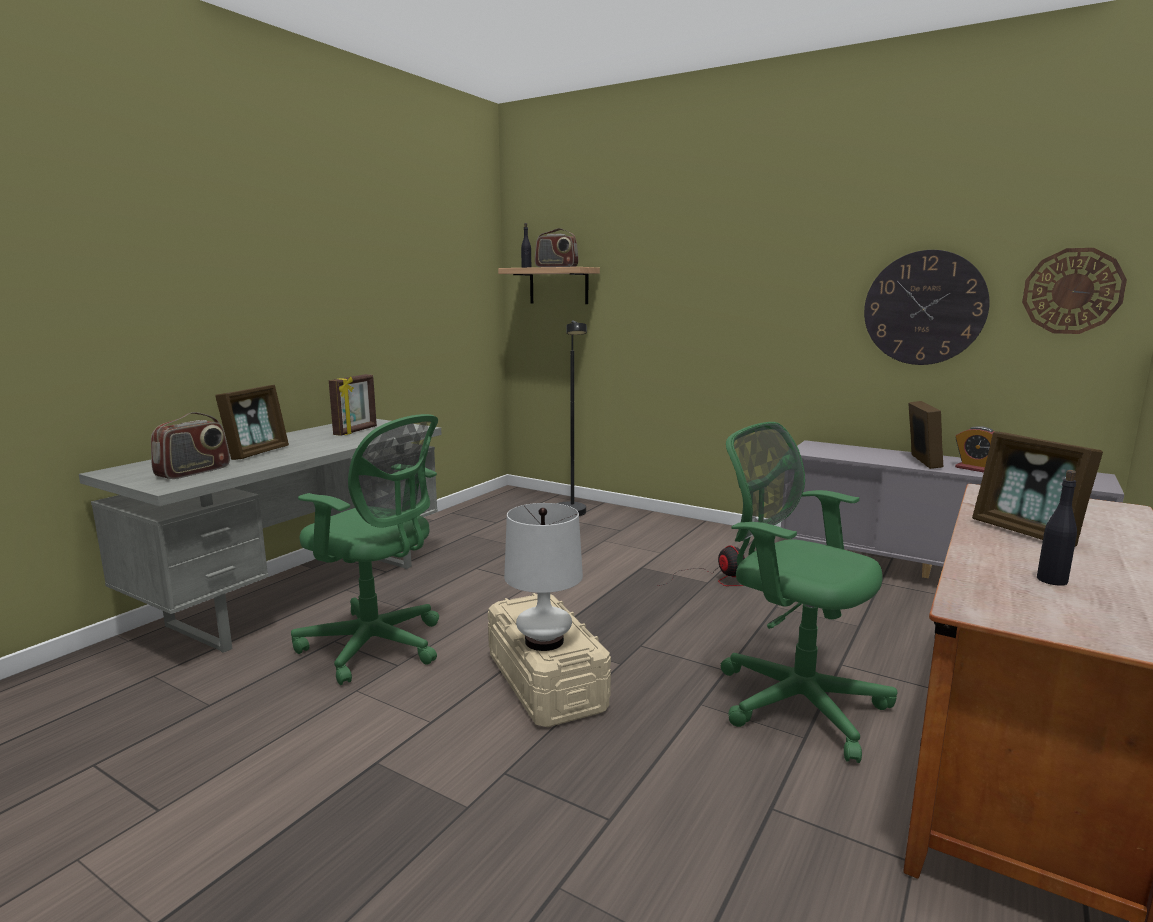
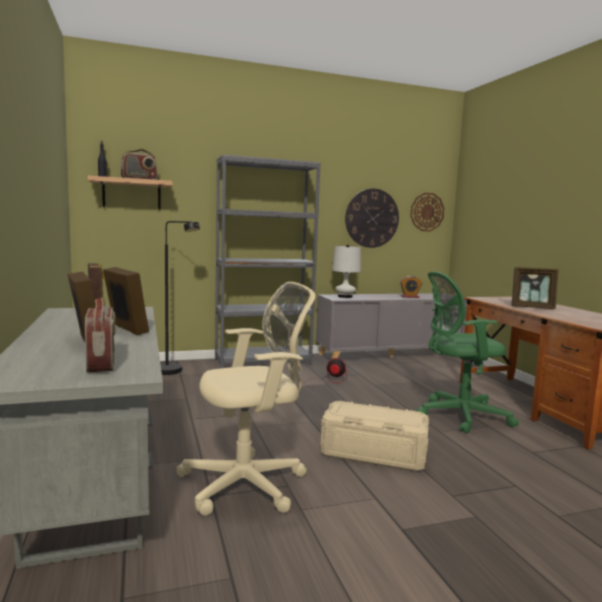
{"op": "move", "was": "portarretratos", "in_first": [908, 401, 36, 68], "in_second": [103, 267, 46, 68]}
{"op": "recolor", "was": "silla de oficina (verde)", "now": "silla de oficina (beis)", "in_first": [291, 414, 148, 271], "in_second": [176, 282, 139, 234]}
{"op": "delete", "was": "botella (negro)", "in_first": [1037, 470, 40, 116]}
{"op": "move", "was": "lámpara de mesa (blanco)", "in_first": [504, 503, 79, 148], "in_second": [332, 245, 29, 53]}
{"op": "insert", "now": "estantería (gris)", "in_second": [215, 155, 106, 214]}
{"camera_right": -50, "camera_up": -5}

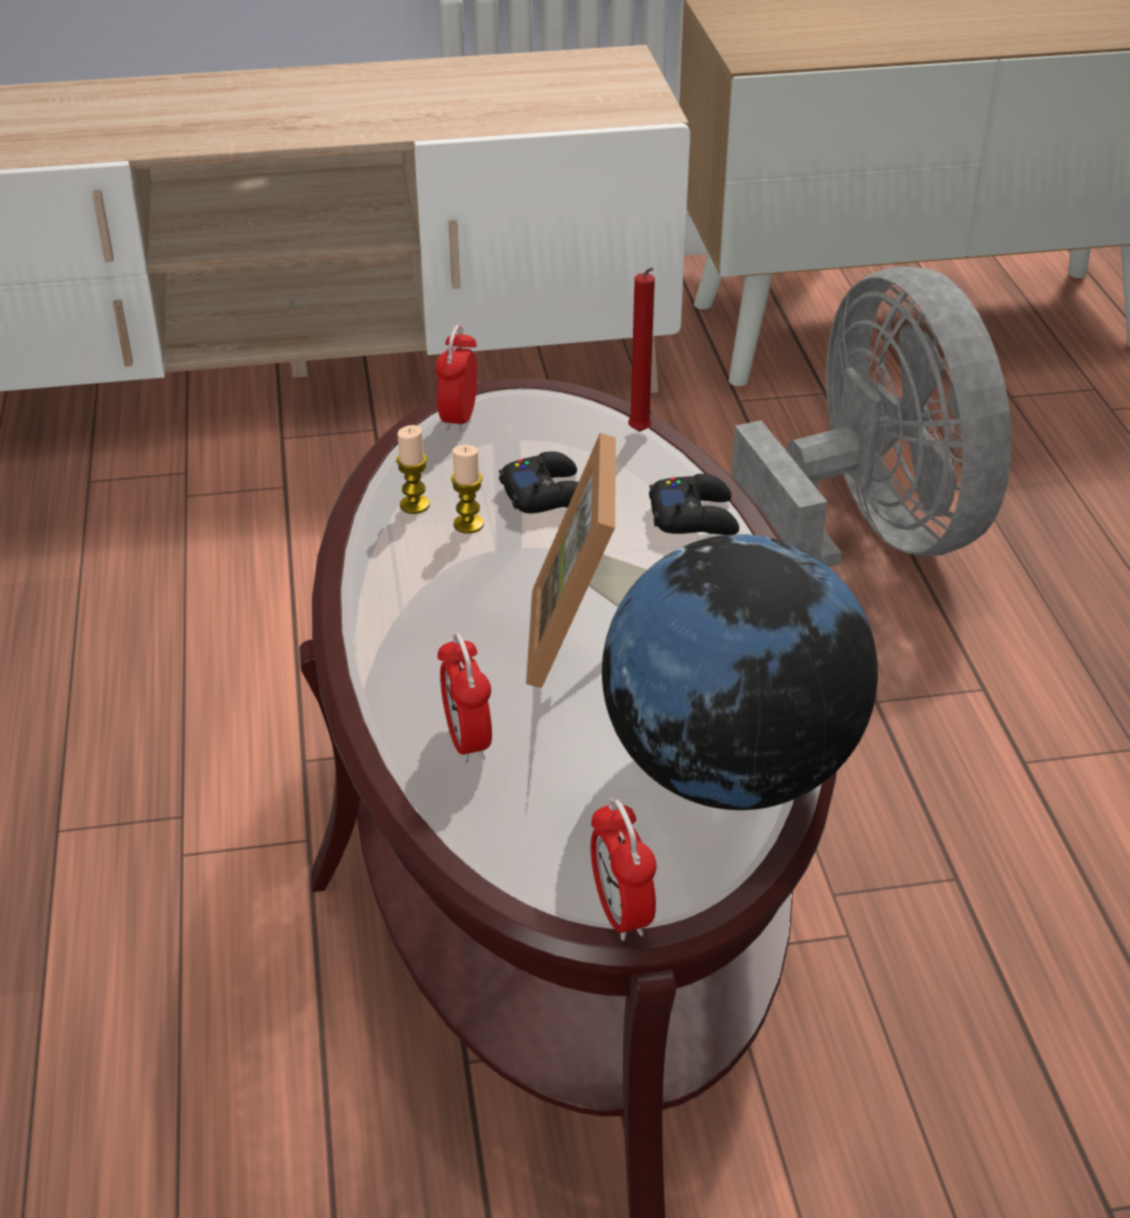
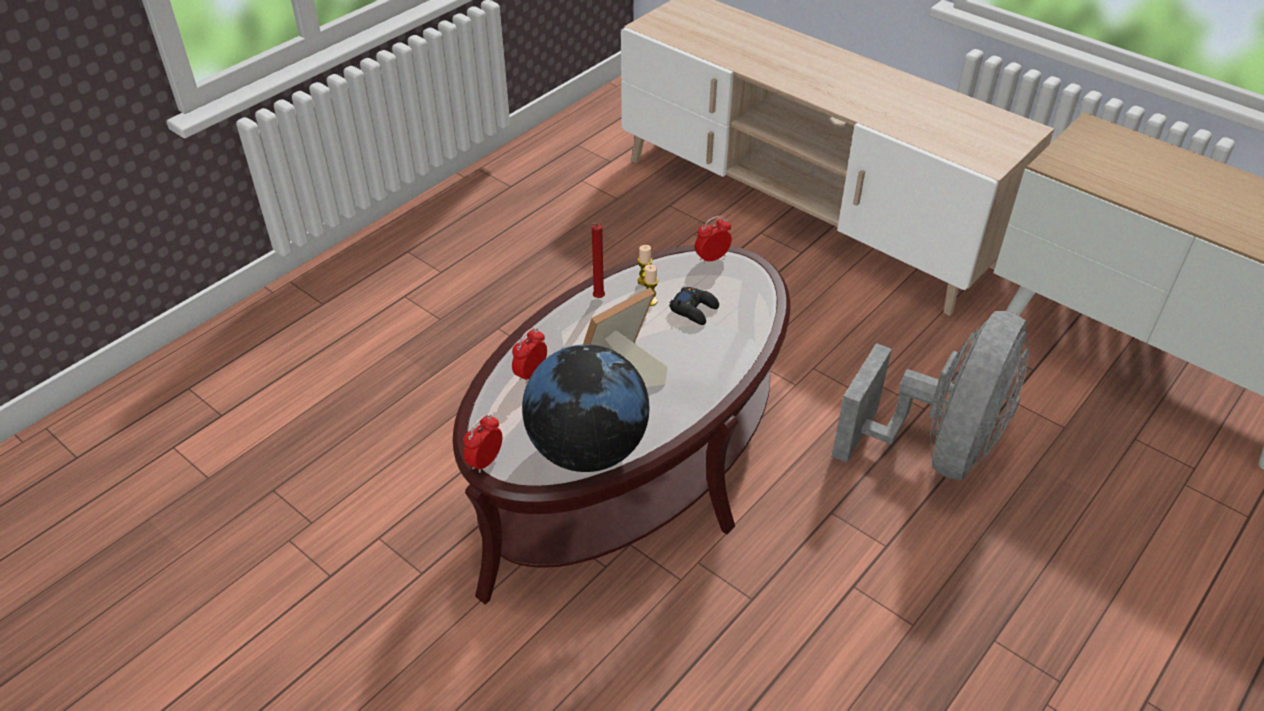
{"op": "move", "was": "vela (rojo)", "in_first": [628, 268, 27, 164], "in_second": [591, 223, 14, 75]}
{"op": "delete", "was": "mando de consola (negro)", "in_first": [649, 474, 90, 61]}
{"camera_right": 50, "camera_up": 5}

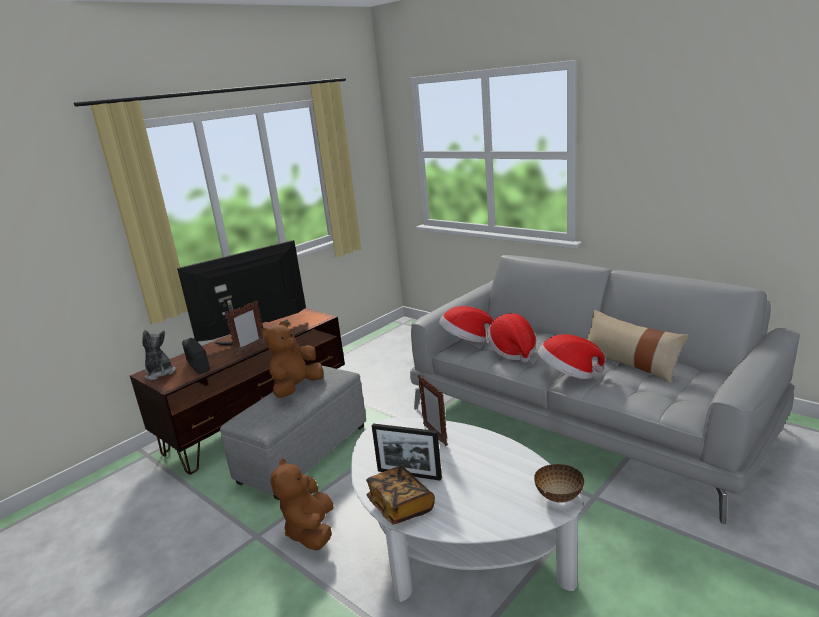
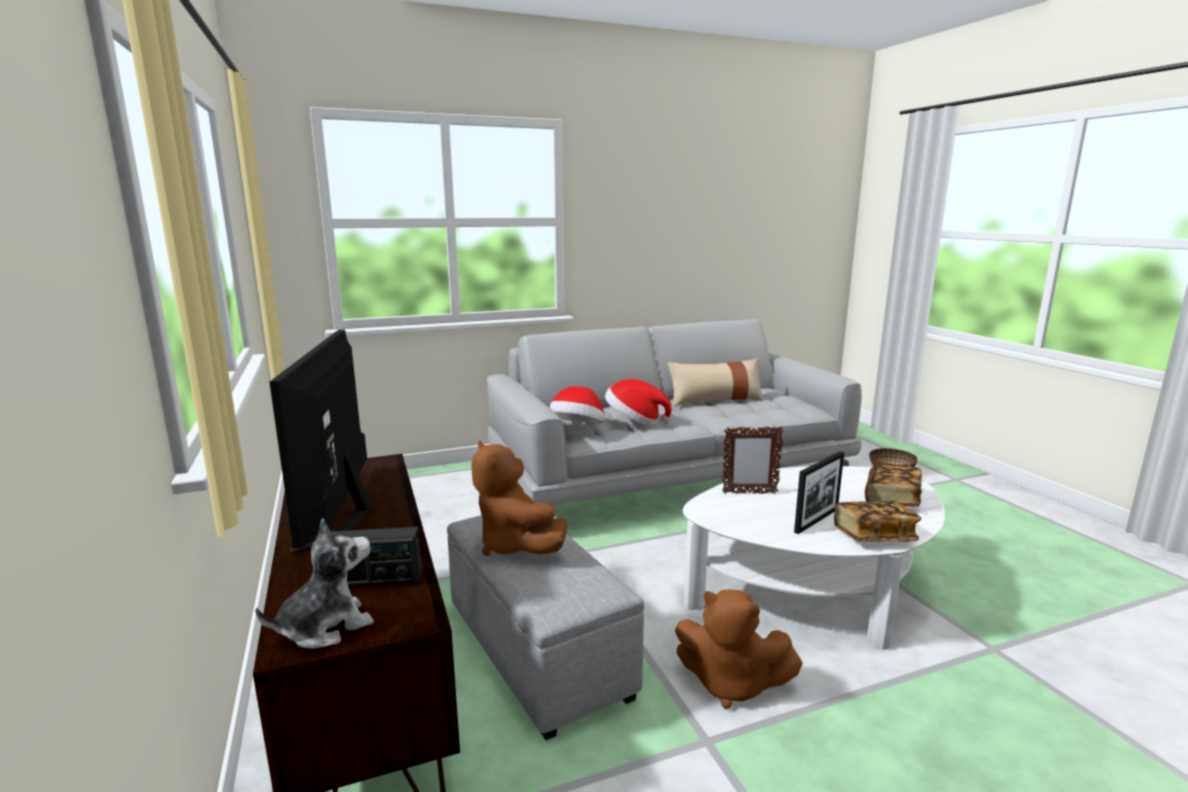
{"op": "delete", "was": "portarretratos", "in_first": [225, 300, 41, 57]}
{"op": "rotate", "was": "peluche", "in_first": [142, 330, 34, 50], "in_second": [255, 518, 119, 131], "clockwise": 150}
{"op": "delete", "was": "sombrero", "in_first": [538, 334, 67, 45]}
{"op": "insert", "now": "libro", "in_second": [865, 465, 57, 41]}
{"camera_right": -65, "camera_up": -5}

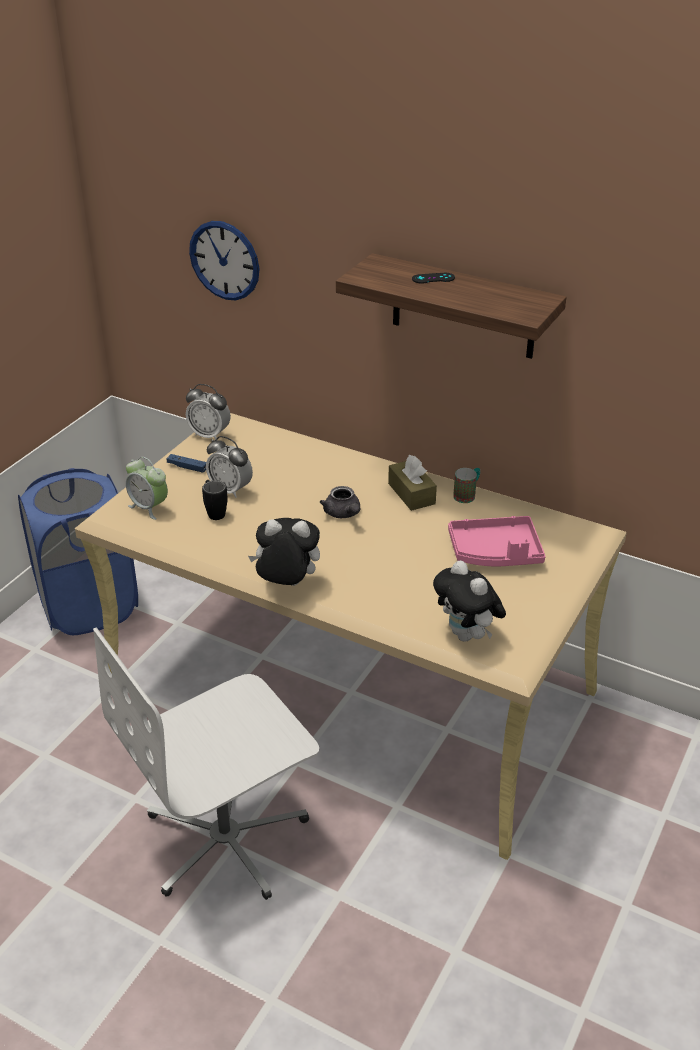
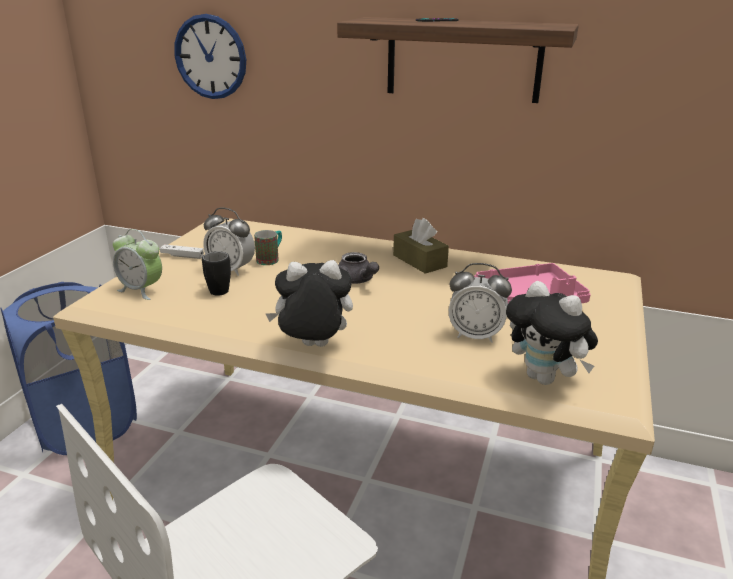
{"op": "move", "was": "despertador", "in_first": [186, 384, 45, 56], "in_second": [449, 263, 63, 80]}
{"op": "recolor", "was": "mando de consola (azul)", "now": "mando de consola (blanco)", "in_first": [167, 454, 39, 19], "in_second": [160, 244, 44, 15]}
{"op": "move", "was": "taza grande", "in_first": [453, 468, 27, 35], "in_second": [254, 230, 28, 35]}
{"camera_right": -10, "camera_up": -10}

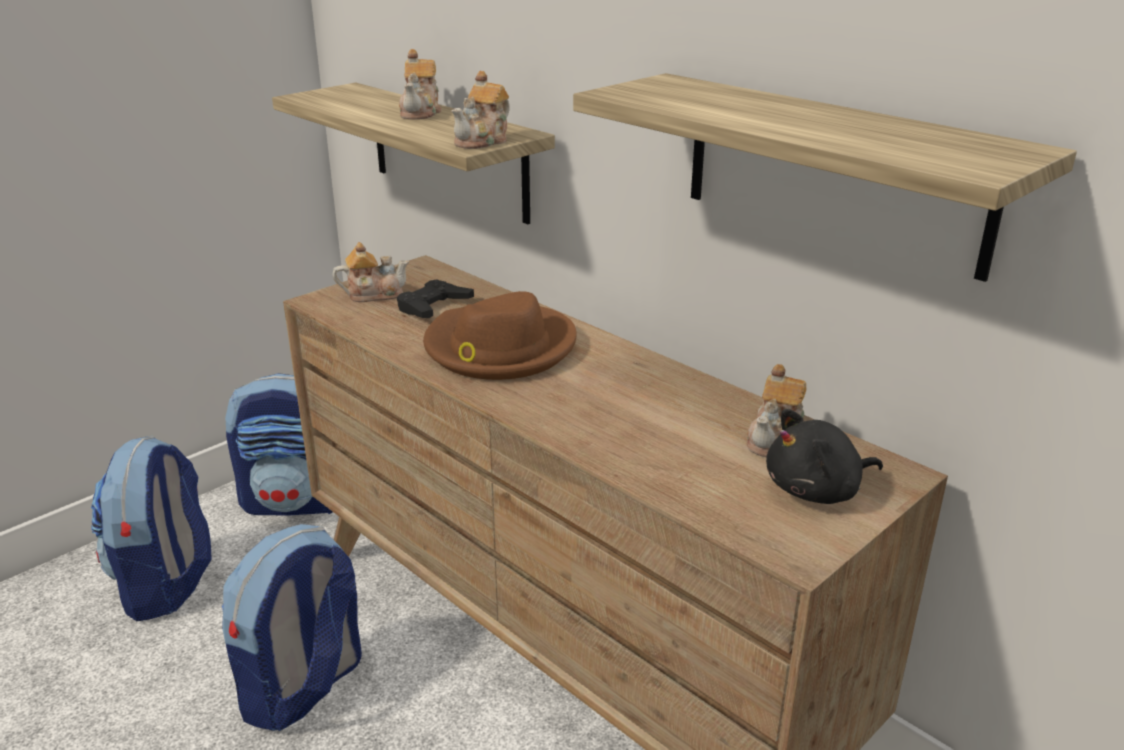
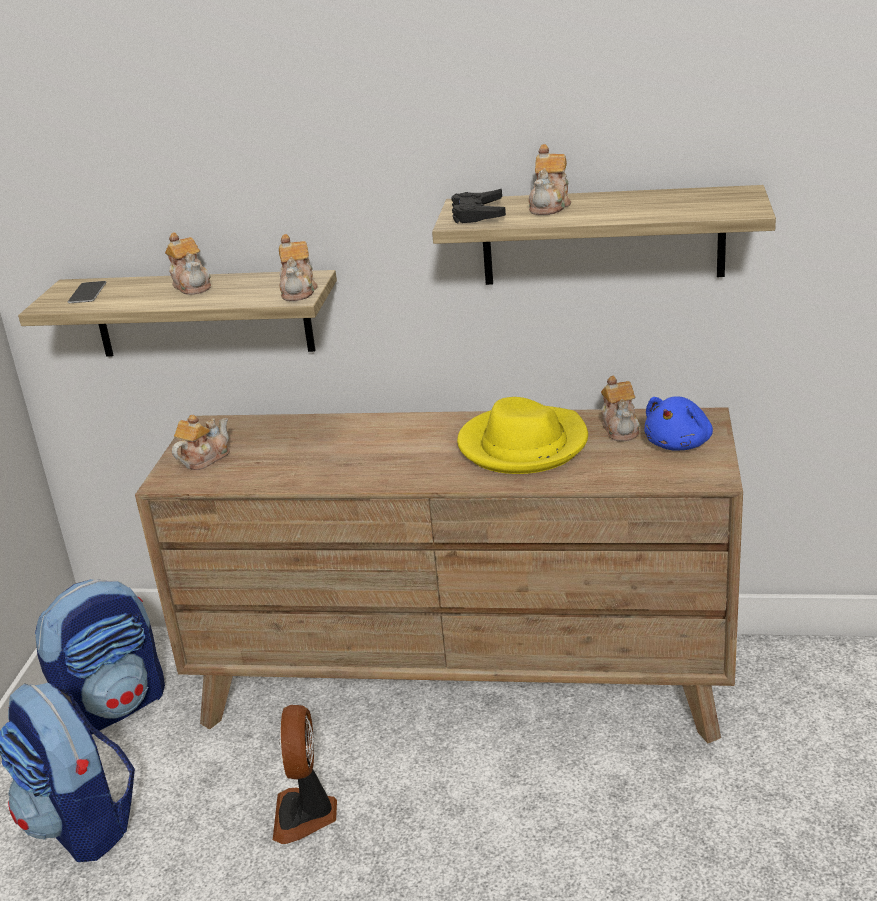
{"op": "move", "was": "mando de consola (negro)", "in_first": [397, 279, 77, 39], "in_second": [451, 189, 55, 34]}
{"op": "delete", "was": "sombrero (marrón)", "in_first": [423, 291, 154, 89]}
{"op": "recolor", "was": "peluche (negro)", "now": "peluche (azul)", "in_first": [766, 409, 117, 95], "in_second": [644, 396, 69, 55]}
{"op": "replace", "was": "mochila", "now": "ventilador", "in_first": [222, 524, 140, 207], "in_second": [273, 705, 64, 139]}
{"op": "insert", "now": "tetera", "in_second": [529, 144, 42, 71]}
{"op": "insert", "now": "móvil", "in_second": [68, 281, 38, 22]}
{"op": "insert", "now": "sombrero (amarillo)", "in_second": [457, 397, 131, 77]}
{"camera_right": -35, "camera_up": 0}

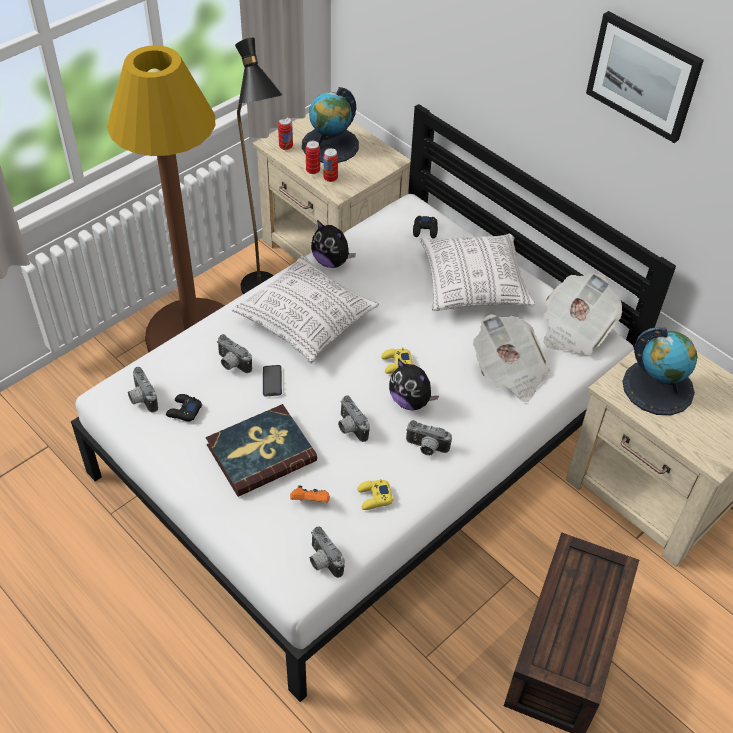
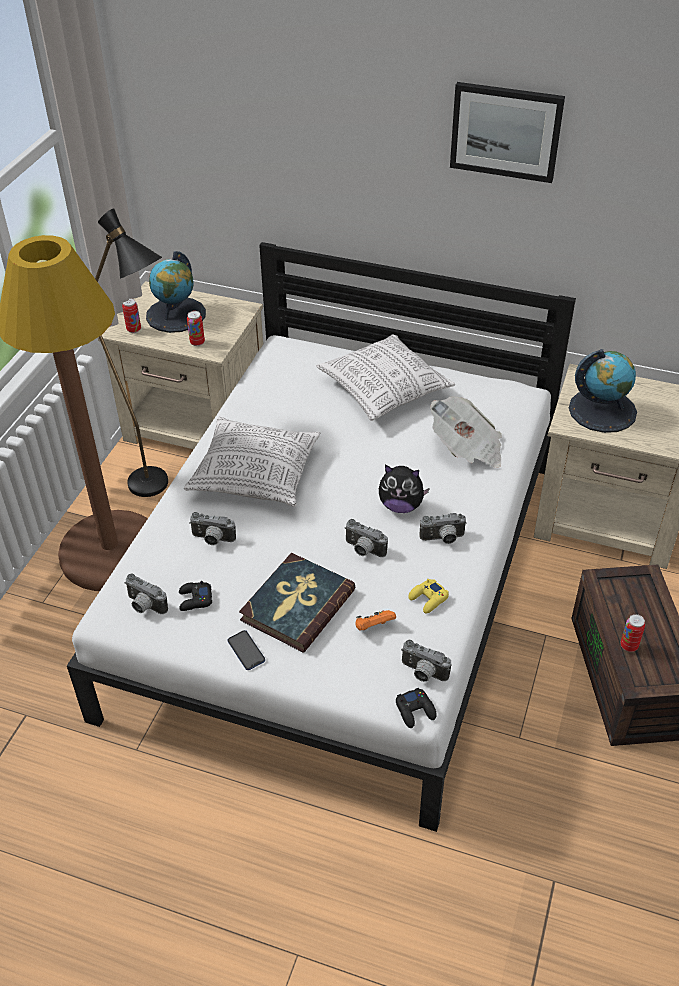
{"op": "move", "was": "lata", "in_first": [306, 141, 14, 33], "in_second": [620, 614, 25, 38]}
{"op": "move", "was": "mando de consola (negro)", "in_first": [413, 216, 25, 23], "in_second": [396, 688, 41, 40]}
{"op": "delete", "was": "peluche", "in_first": [311, 220, 45, 48]}
{"op": "delete", "was": "periódico", "in_first": [543, 273, 79, 81]}
{"op": "delete", "was": "mando de consola (amarillo)", "in_first": [381, 347, 33, 27]}
{"op": "move", "was": "móvil", "in_first": [263, 365, 19, 32], "in_second": [228, 630, 37, 40]}
{"camera_right": -25, "camera_up": -5}

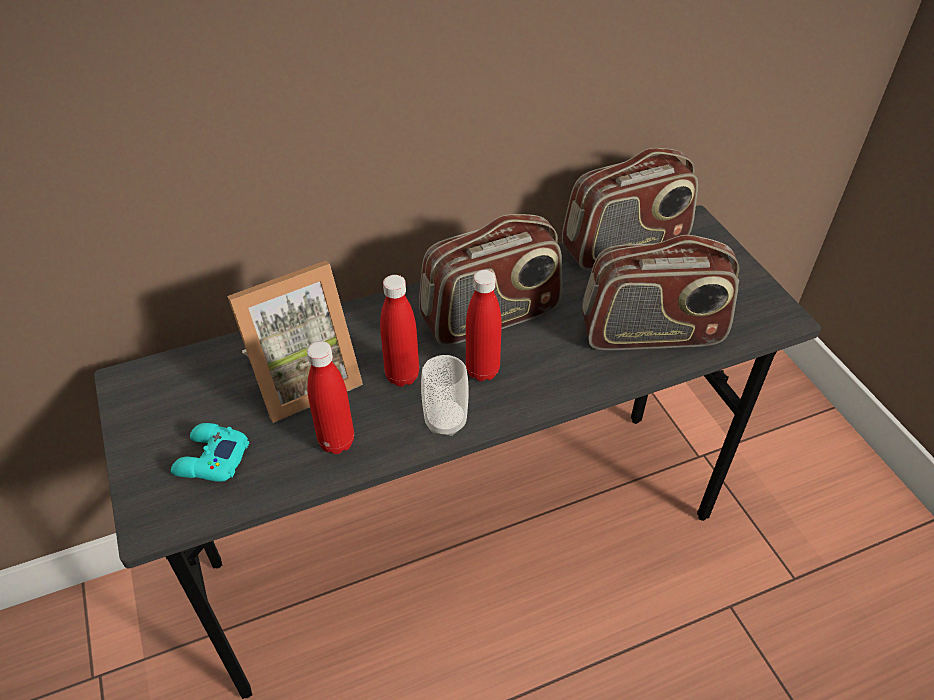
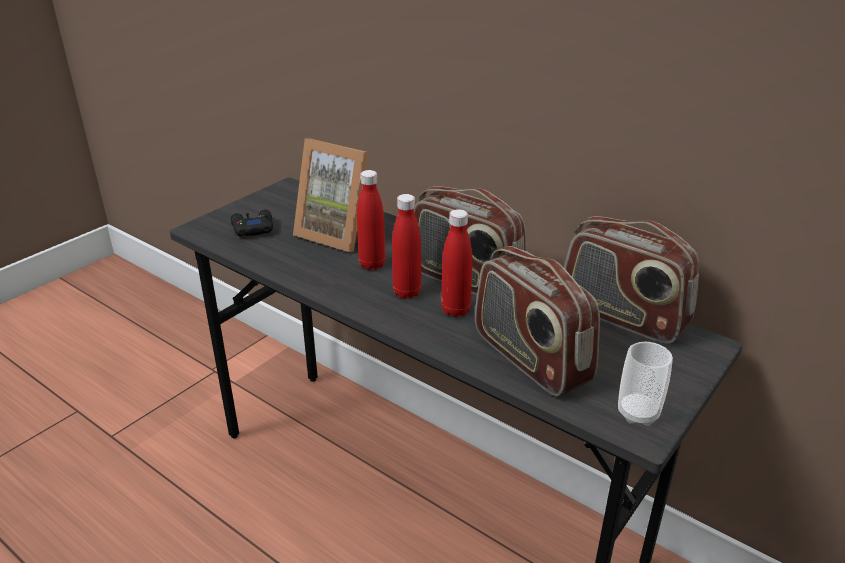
{"op": "move", "was": "botella (rojo)", "in_first": [307, 341, 47, 113], "in_second": [441, 209, 31, 108]}
{"op": "move", "was": "taza", "in_first": [421, 355, 48, 81], "in_second": [618, 342, 55, 84]}
{"op": "recolor", "was": "mando de consola (turquesa)", "now": "mando de consola (negro)", "in_first": [171, 423, 78, 59], "in_second": [231, 209, 42, 27]}
{"camera_right": 60, "camera_up": -15}

